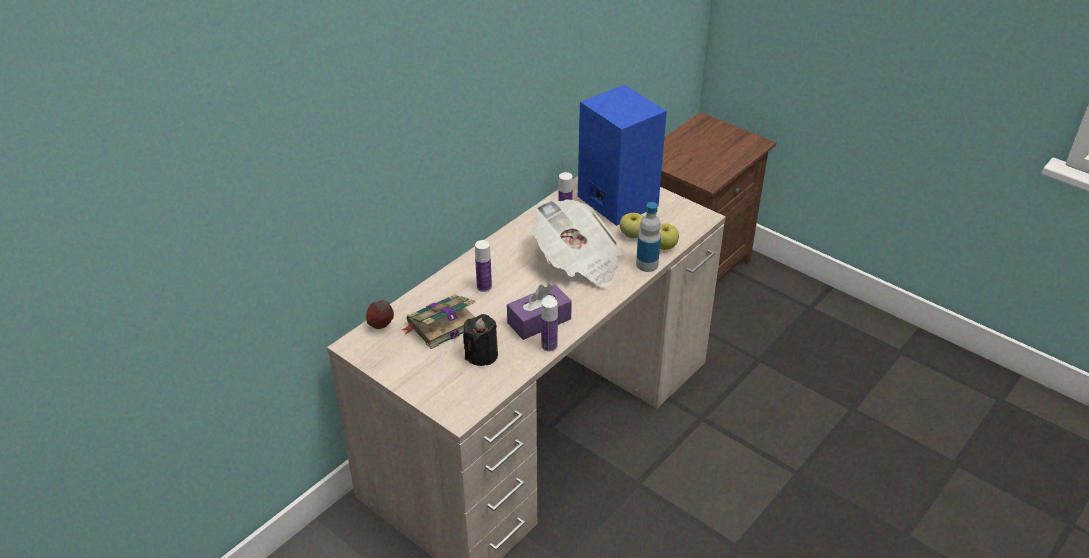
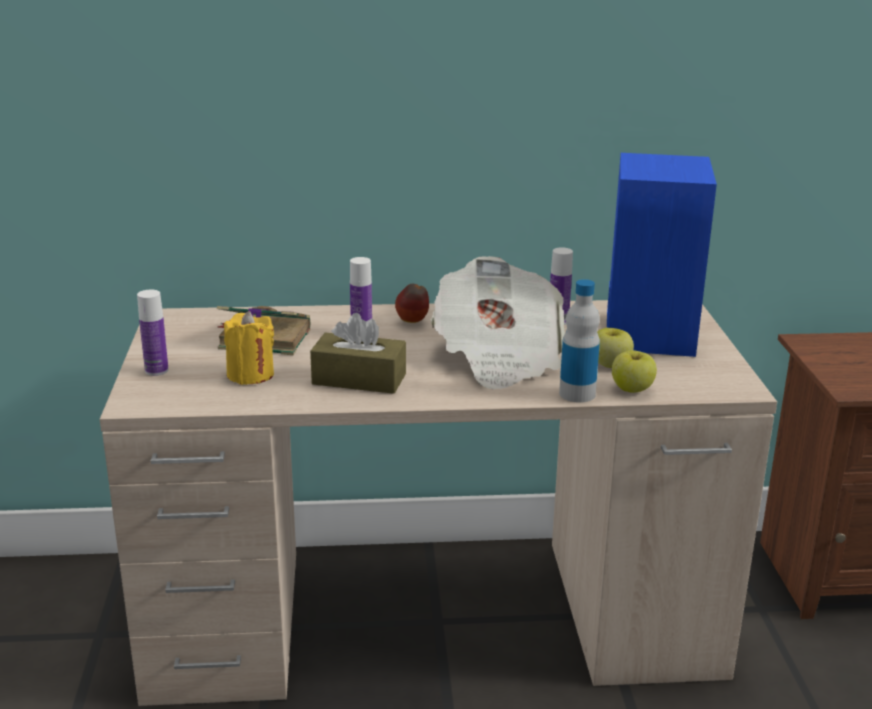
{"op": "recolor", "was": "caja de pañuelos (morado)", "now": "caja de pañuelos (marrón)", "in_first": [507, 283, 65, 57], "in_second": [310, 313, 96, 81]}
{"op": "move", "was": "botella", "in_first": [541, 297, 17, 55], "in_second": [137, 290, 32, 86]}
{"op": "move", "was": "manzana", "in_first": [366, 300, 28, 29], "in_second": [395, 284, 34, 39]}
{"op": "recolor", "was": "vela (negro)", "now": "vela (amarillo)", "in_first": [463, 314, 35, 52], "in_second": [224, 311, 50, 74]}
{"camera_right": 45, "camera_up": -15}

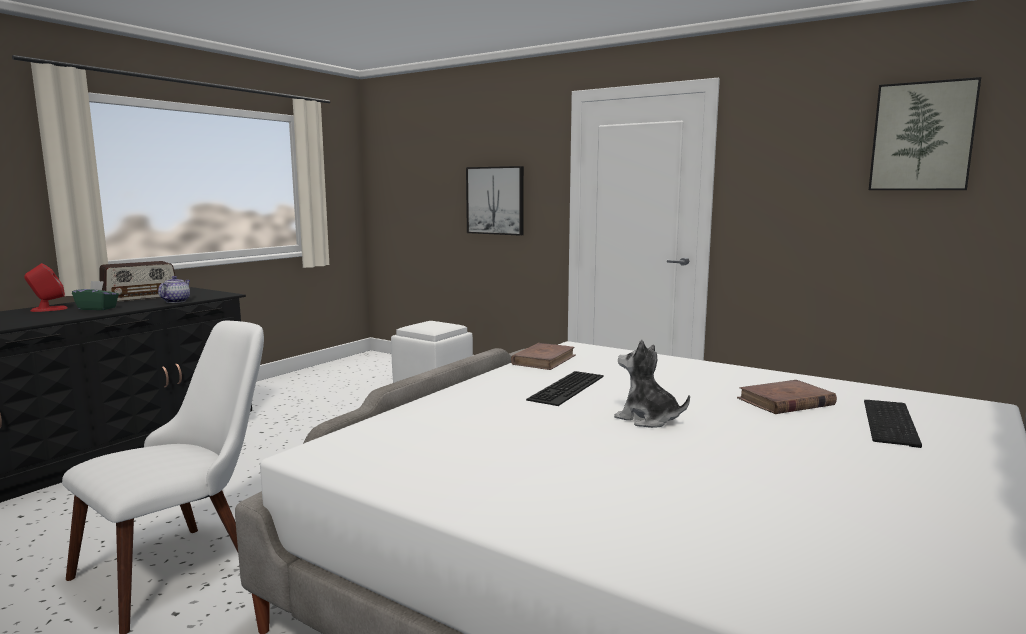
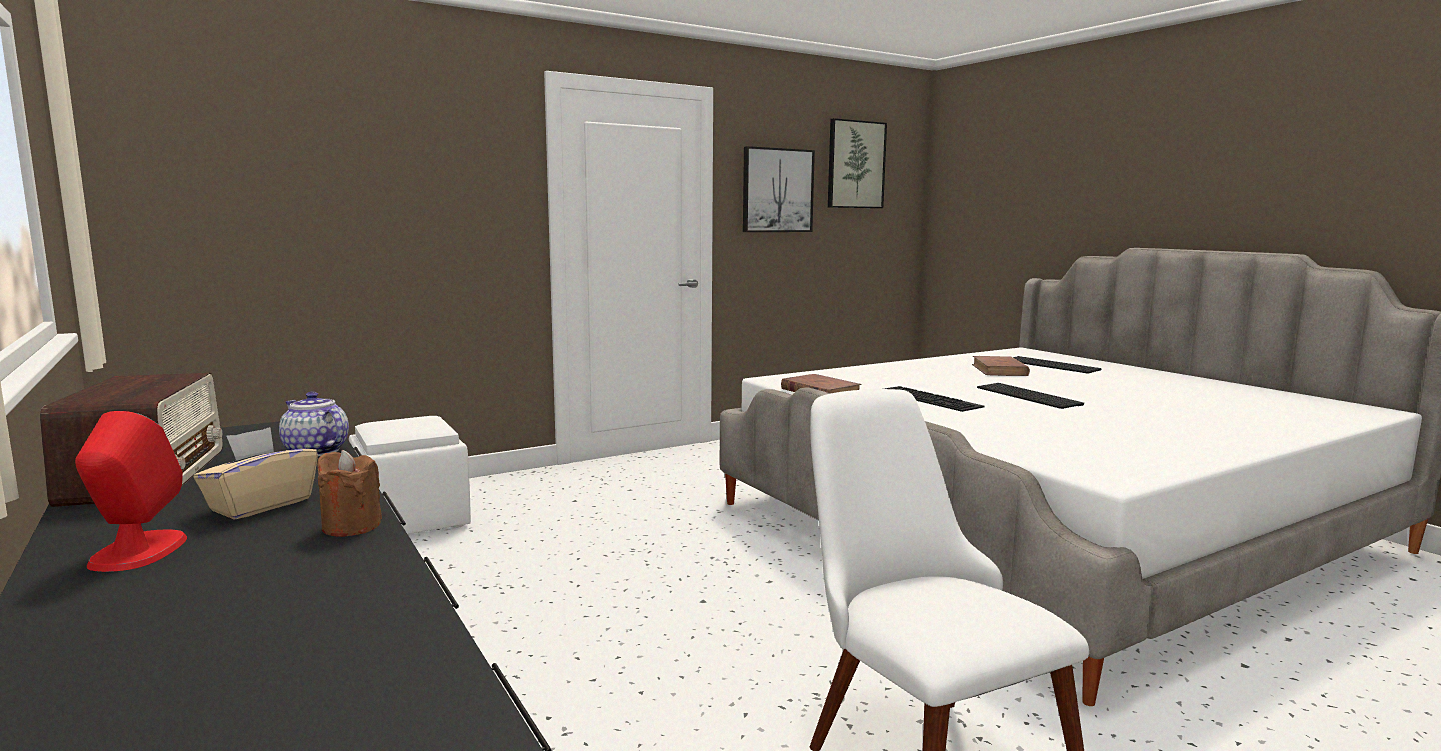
{"op": "move", "was": "cuadro", "in_first": [466, 166, 58, 70], "in_second": [743, 146, 72, 86]}
{"op": "recolor", "was": "caja de pañuelos (verde)", "now": "caja de pañuelos (beis)", "in_first": [72, 281, 47, 29], "in_second": [194, 427, 124, 93]}
{"op": "replace", "was": "peluche", "now": "teclado", "in_first": [614, 339, 76, 89], "in_second": [977, 383, 107, 26]}
{"op": "insert", "now": "vela (marrón)", "in_second": [317, 450, 65, 87]}
{"camera_right": -65, "camera_up": 0}

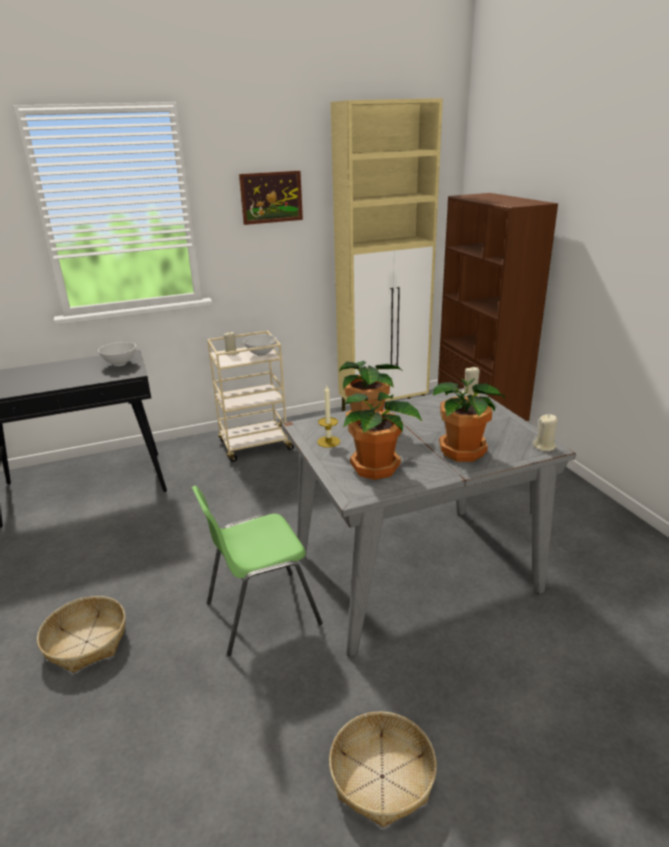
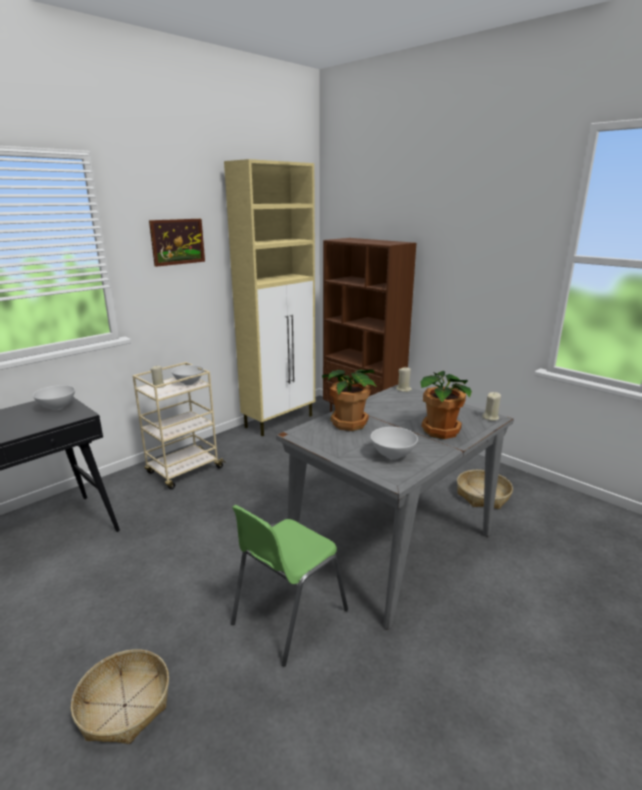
{"op": "delete", "was": "vela", "in_first": [317, 386, 23, 62]}
{"op": "replace", "was": "planta en maceta", "now": "cuenco (blanco)", "in_first": [343, 392, 80, 88], "in_second": [370, 427, 48, 33]}
{"op": "move", "was": "cesta", "in_first": [329, 712, 108, 116], "in_second": [457, 470, 56, 39]}
{"camera_right": -25, "camera_up": -5}

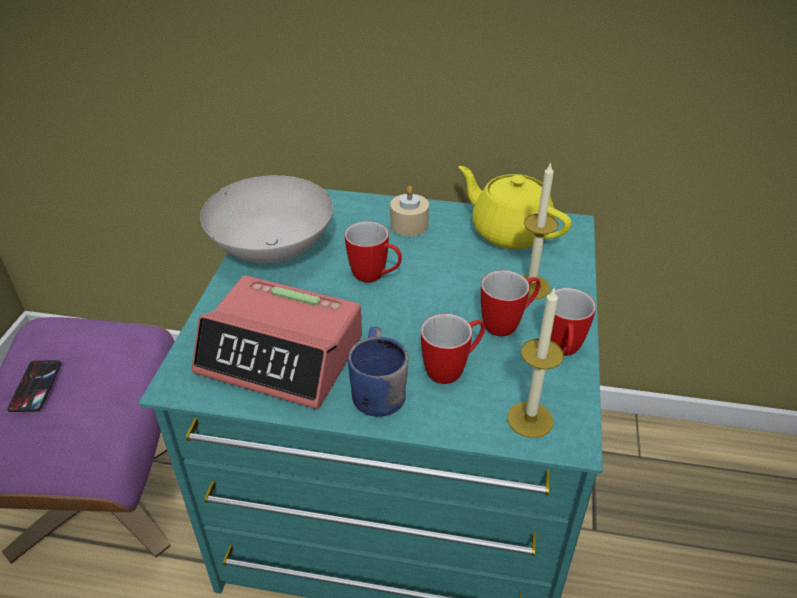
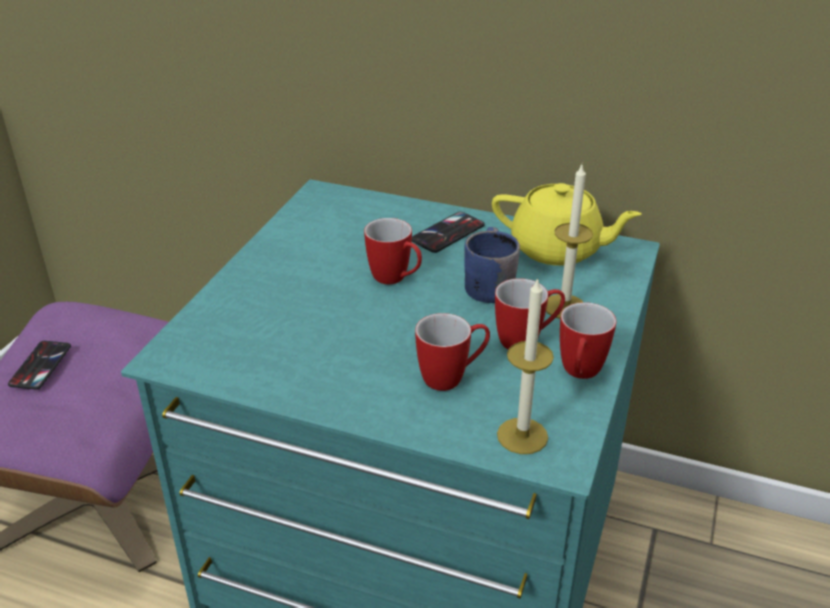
{"op": "rotate", "was": "tetera (amarillo)", "in_first": [458, 166, 114, 83], "in_second": [492, 183, 150, 83], "clockwise": 150}
{"op": "delete", "was": "cuenco (blanco)", "in_first": [200, 175, 133, 88]}
{"op": "replace", "was": "vela (beis)", "now": "móvil", "in_first": [390, 186, 39, 51], "in_second": [411, 212, 74, 41]}
{"op": "delete", "was": "despertador", "in_first": [192, 275, 170, 134]}
{"op": "move", "was": "taza grande (azul)", "in_first": [348, 327, 60, 90], "in_second": [464, 227, 56, 76]}
{"camera_right": 10, "camera_up": -5}

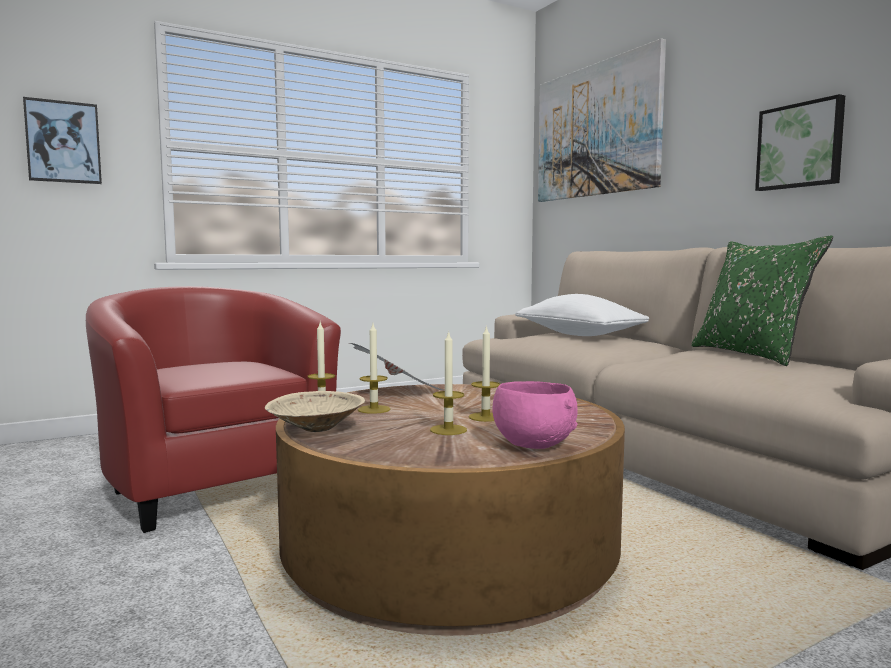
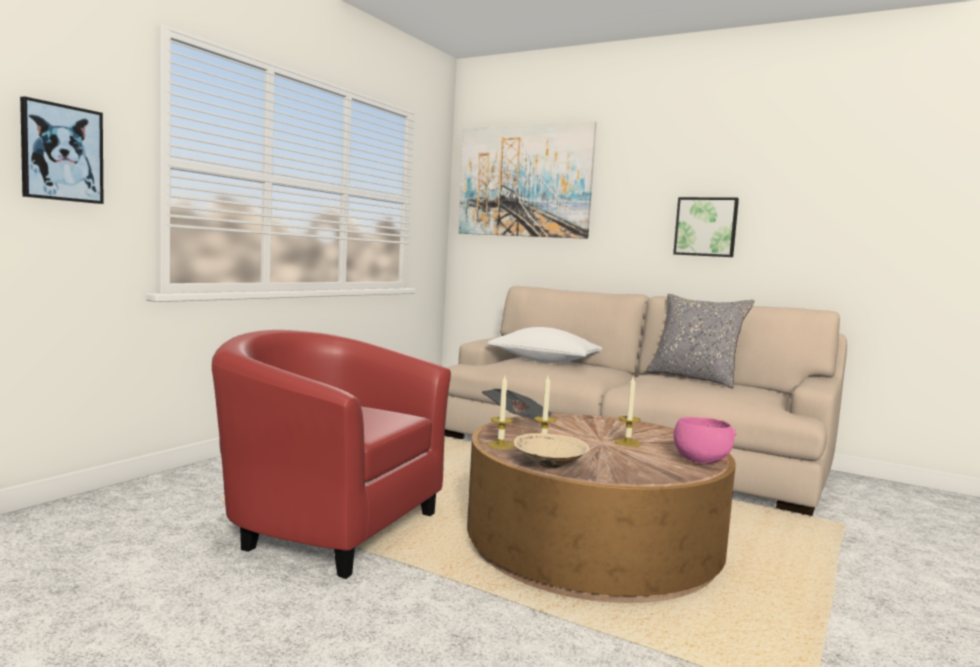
{"op": "recolor", "was": "cojín (verde)", "now": "cojín (gris)", "in_first": [691, 236, 142, 130], "in_second": [646, 294, 108, 94]}
{"op": "delete", "was": "vela", "in_first": [430, 330, 37, 105]}
{"camera_right": -30, "camera_up": 0}

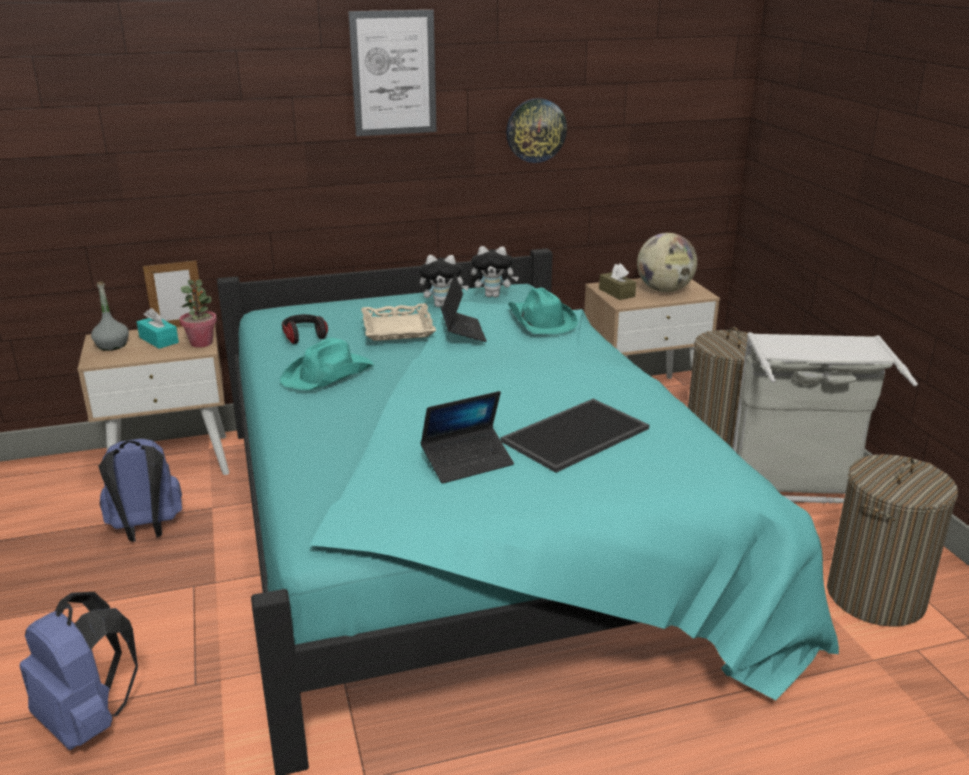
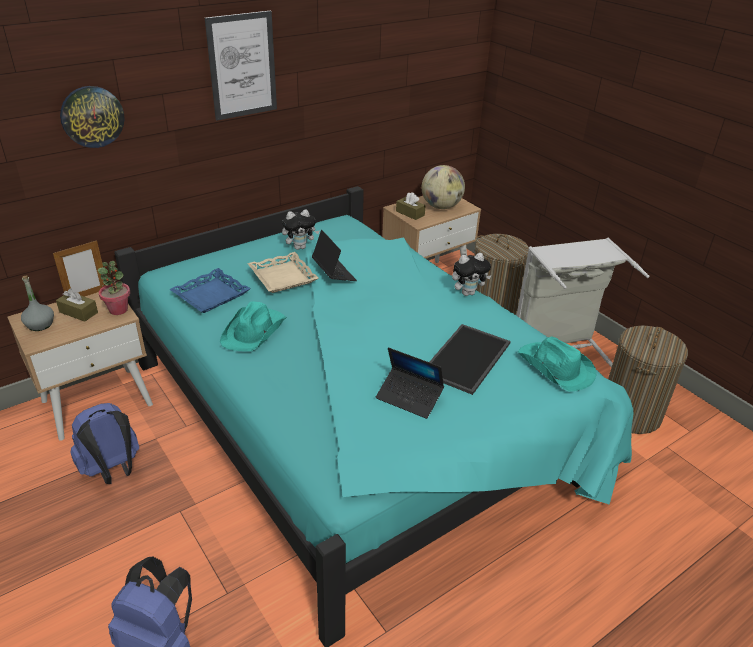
{"op": "move", "was": "reloj de pared", "in_first": [506, 98, 61, 65], "in_second": [60, 86, 65, 62]}
{"op": "move", "was": "peluche", "in_first": [471, 246, 48, 51], "in_second": [452, 253, 39, 43]}
{"op": "move", "was": "sombrero (turquesa)", "in_first": [508, 287, 70, 47], "in_second": [518, 336, 78, 56]}
{"op": "recolor", "was": "caja de pañuelos (turquesa)", "now": "caja de pañuelos (marrón)", "in_first": [137, 308, 42, 41], "in_second": [56, 289, 42, 33]}
{"op": "replace", "was": "auriculares", "now": "bandeja (azul)", "in_first": [282, 314, 46, 30], "in_second": [169, 268, 82, 45]}
{"op": "rotate", "was": "portátil", "in_first": [421, 391, 93, 93], "in_second": [376, 347, 68, 72], "clockwise": 75}
{"camera_right": -20, "camera_up": 10}

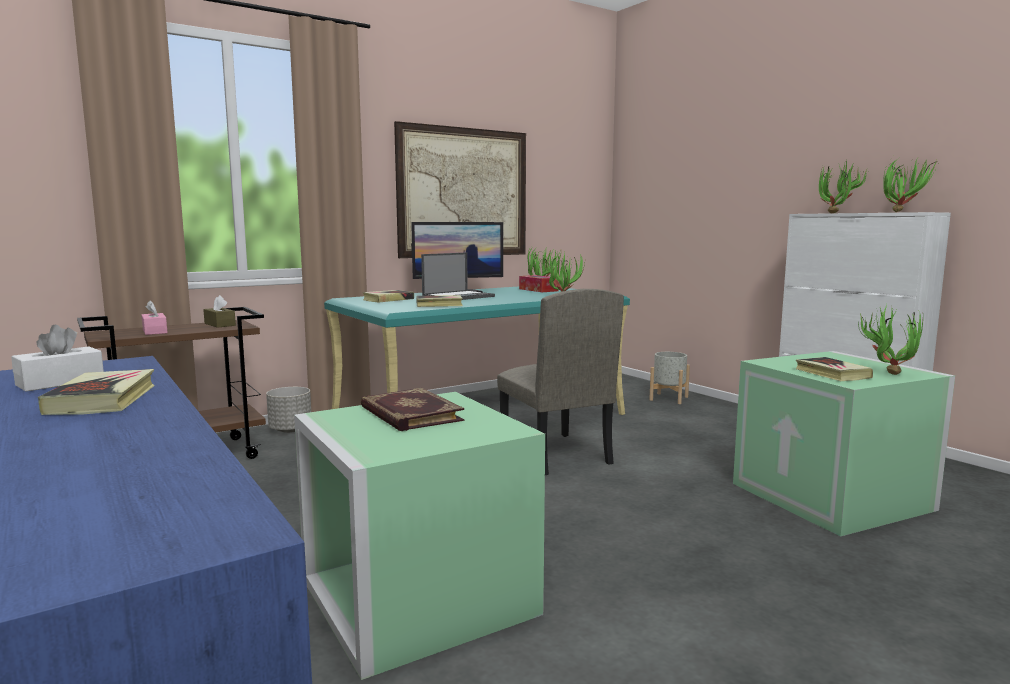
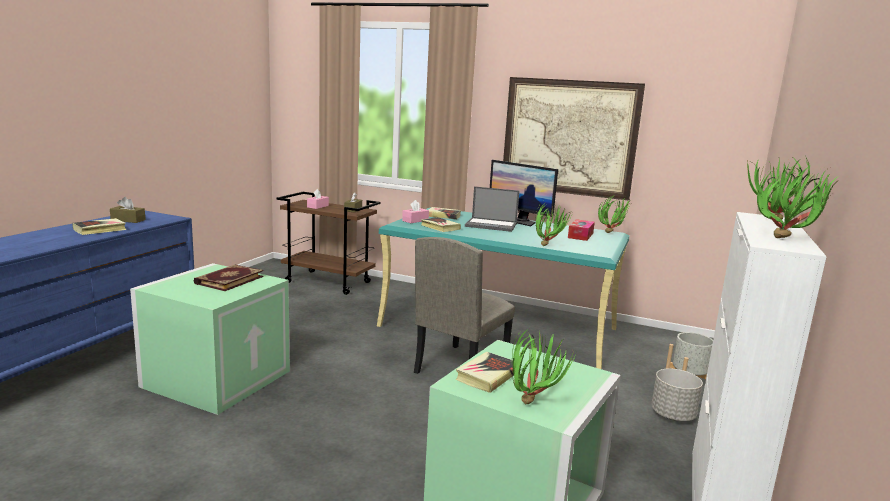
{"op": "recolor", "was": "caja de pañuelos (blanco)", "now": "caja de pañuelos (marrón)", "in_first": [11, 325, 93, 67], "in_second": [110, 197, 36, 26]}
{"op": "move", "was": "maceta (gris)", "in_first": [266, 387, 45, 46], "in_second": [651, 368, 52, 53]}
{"op": "insert", "now": "caja de pañuelos (rosa)", "in_second": [402, 200, 27, 23]}
{"camera_right": 55, "camera_up": 5}

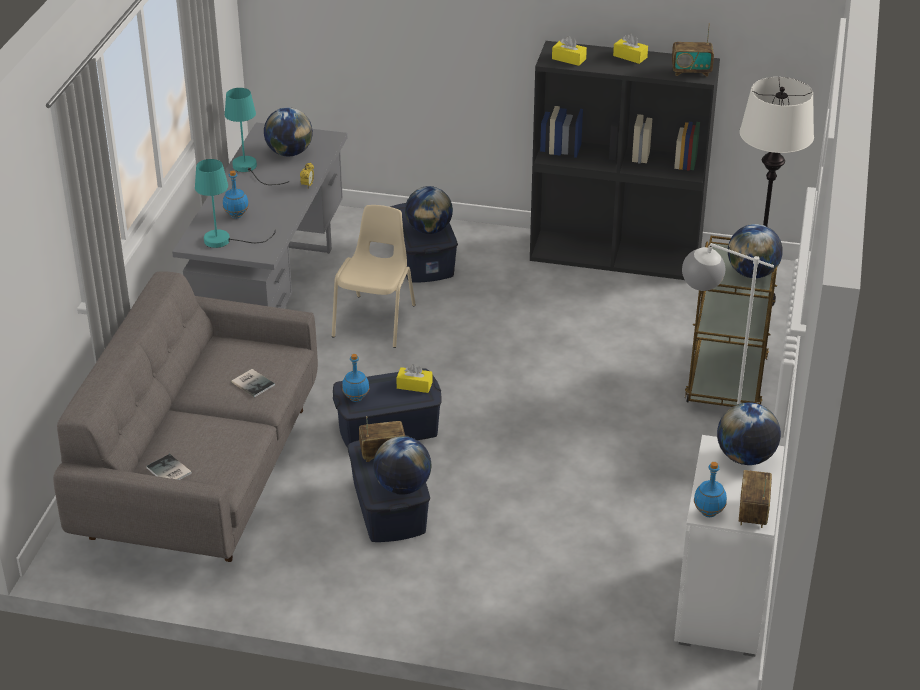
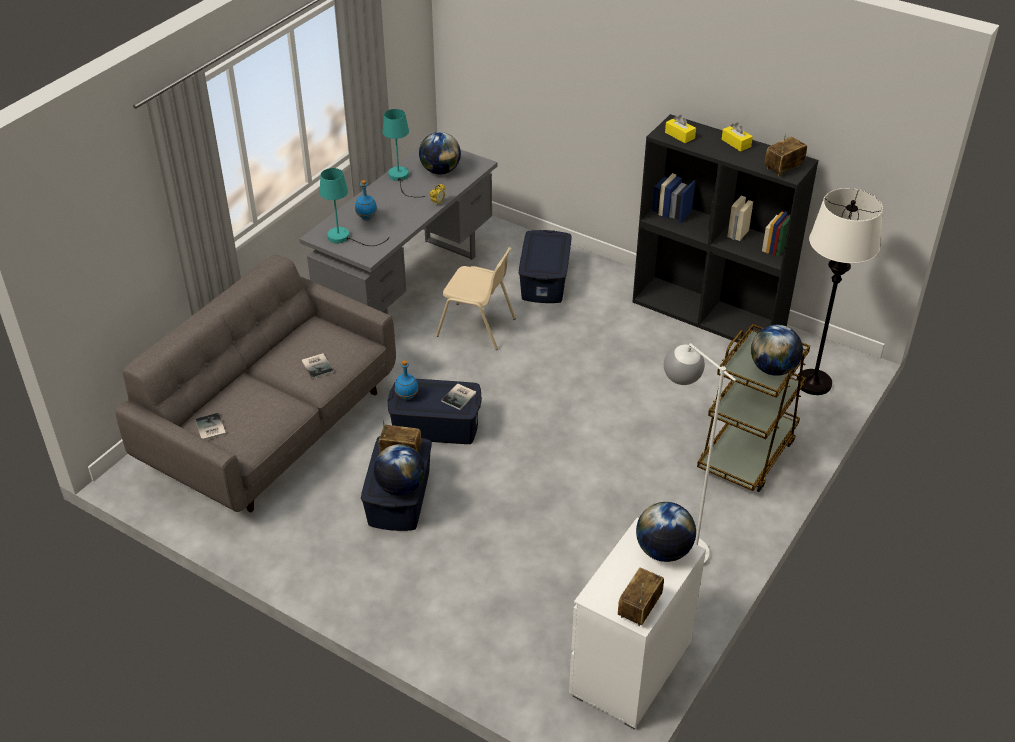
{"op": "rotate", "was": "radio", "in_first": [672, 23, 42, 53], "in_second": [765, 133, 42, 43], "clockwise": 120}
{"op": "delete", "was": "globo terráqueo", "in_first": [405, 186, 48, 48]}
{"op": "rotate", "was": "silla (beis)", "in_first": [332, 205, 84, 143], "in_second": [436, 247, 80, 103], "clockwise": 75}
{"op": "replace", "was": "caja de pañuelos (amarillo)", "now": "libro", "in_first": [396, 364, 36, 29], "in_second": [441, 384, 35, 26]}
{"op": "delete", "was": "botella (azul)", "in_first": [694, 462, 33, 55]}
{"camera_right": 20, "camera_up": 5}

